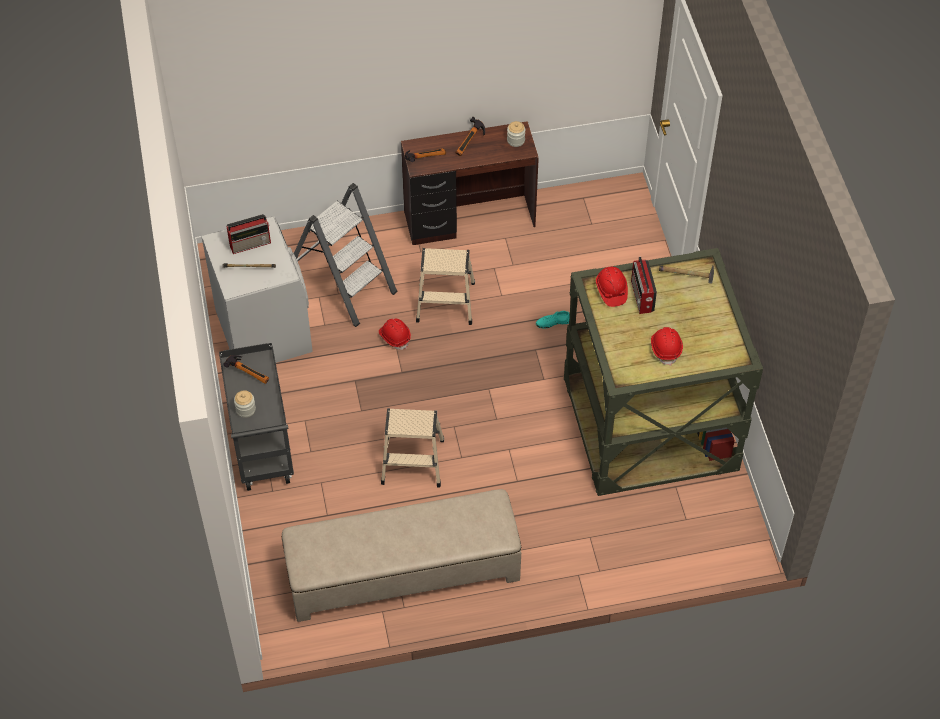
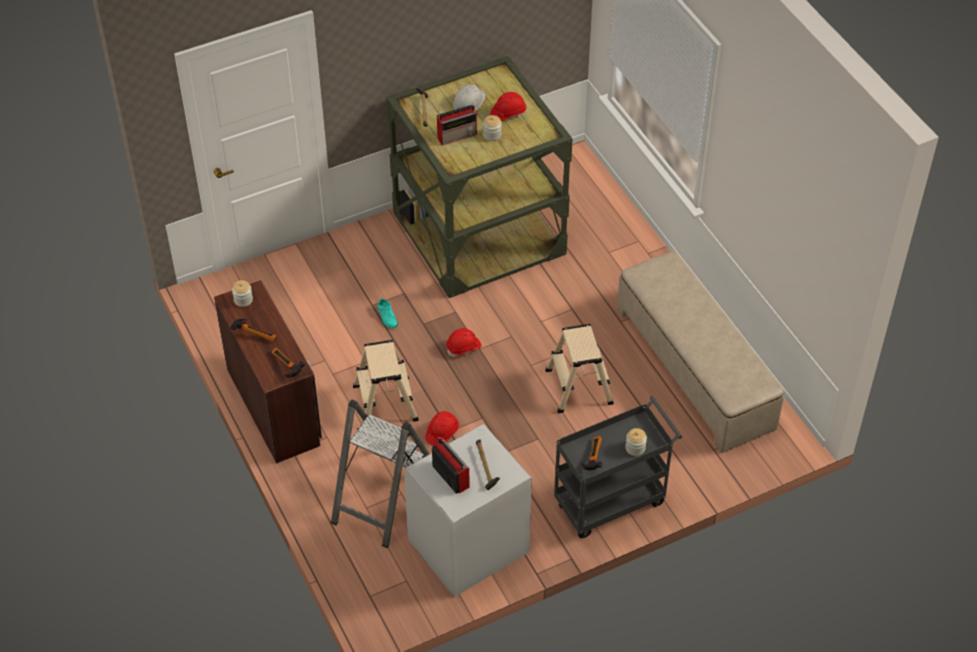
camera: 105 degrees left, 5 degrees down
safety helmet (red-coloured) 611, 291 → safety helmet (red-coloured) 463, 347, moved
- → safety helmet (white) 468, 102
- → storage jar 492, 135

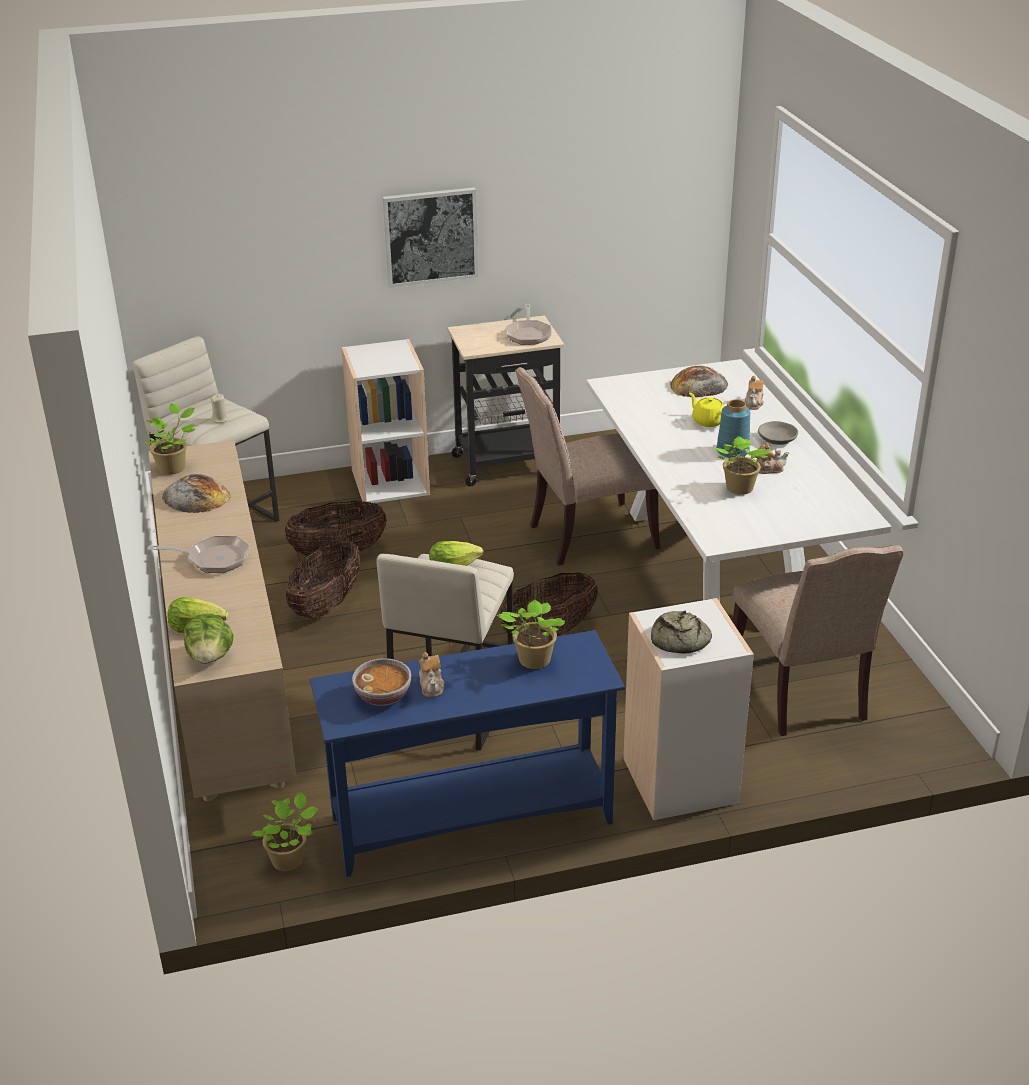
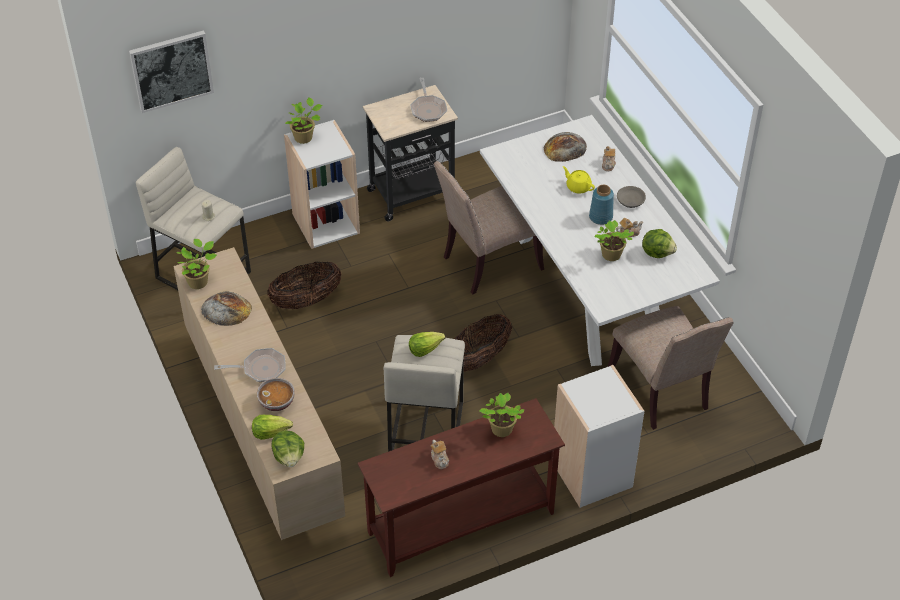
camera: 10 degrees left, 15 degrees up
wall art 430, 236 → wall art 171, 70, moved
basket 326, 605 → -
bread 679, 640 → -
narrow table (bluish) 470, 820 → narrow table (brownish) 460, 523
deep dish 383, 696 → deep dish 277, 402, moved
potted plant 290, 860 → potted plant 305, 137, moved
- → head of lettuce 657, 252

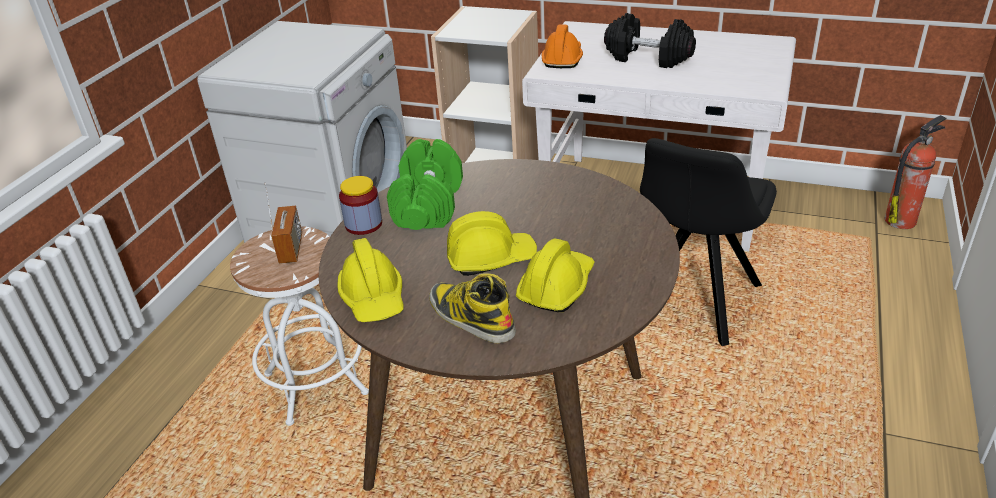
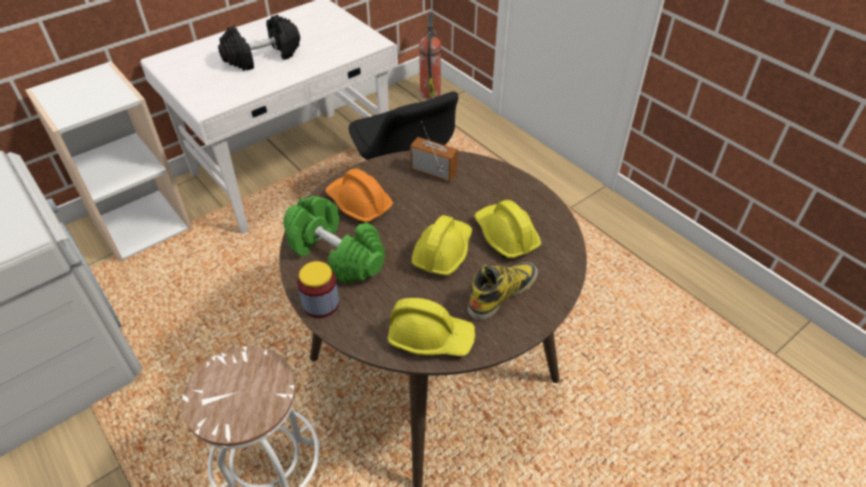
camera: 60 degrees left, 10 degrees up
safety helmet (orange-coloured) 562, 59 → safety helmet (orange-coloured) 358, 204, moved
radio set 291, 249 → radio set 434, 171, moved
boot 470, 318 → boot 502, 293, 150 degrees clockwise

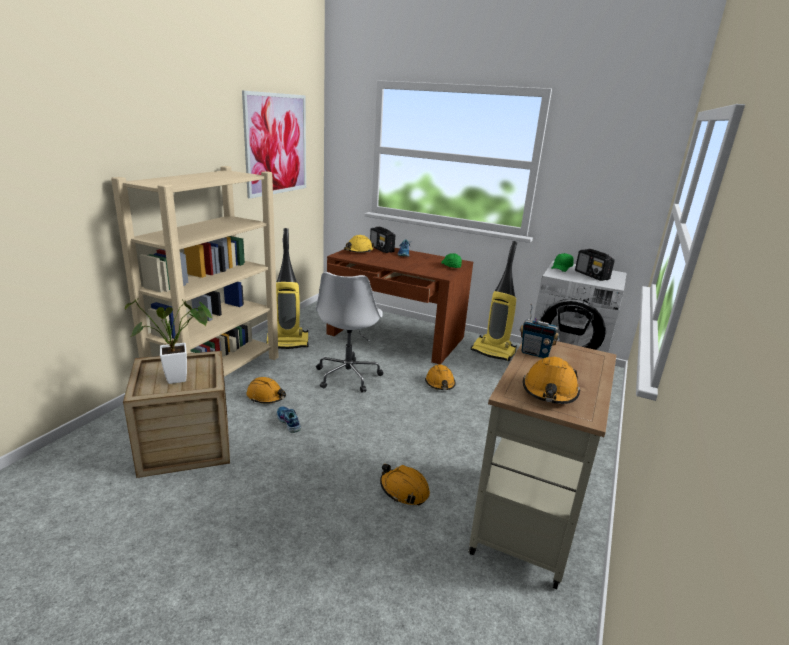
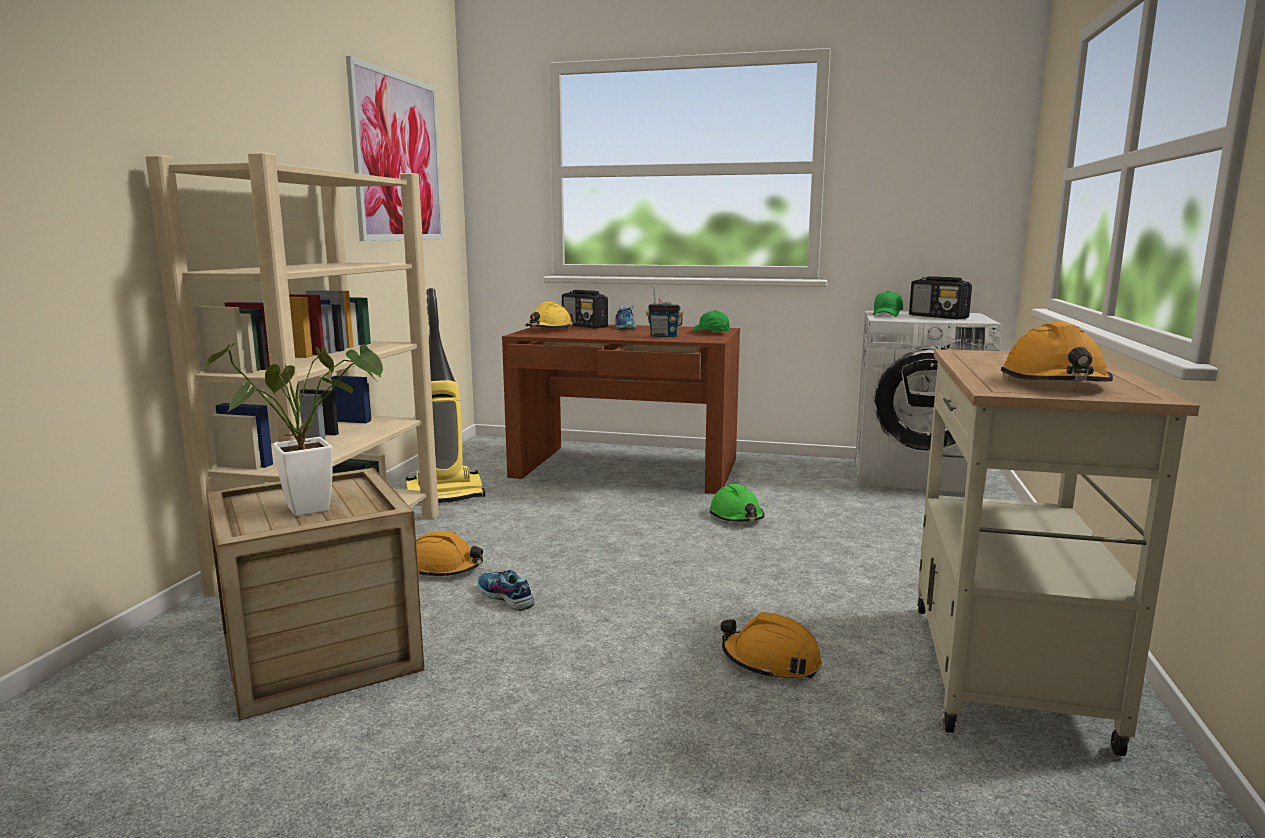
camera: 10 degrees left, 10 degrees down
vacuum 493, 352 → -
computer chair (white) 347, 377 → -
radio set 535, 353 → radio set 664, 336, moved
safety helmet (orange-coloured) 440, 383 → safety helmet (green) 736, 517

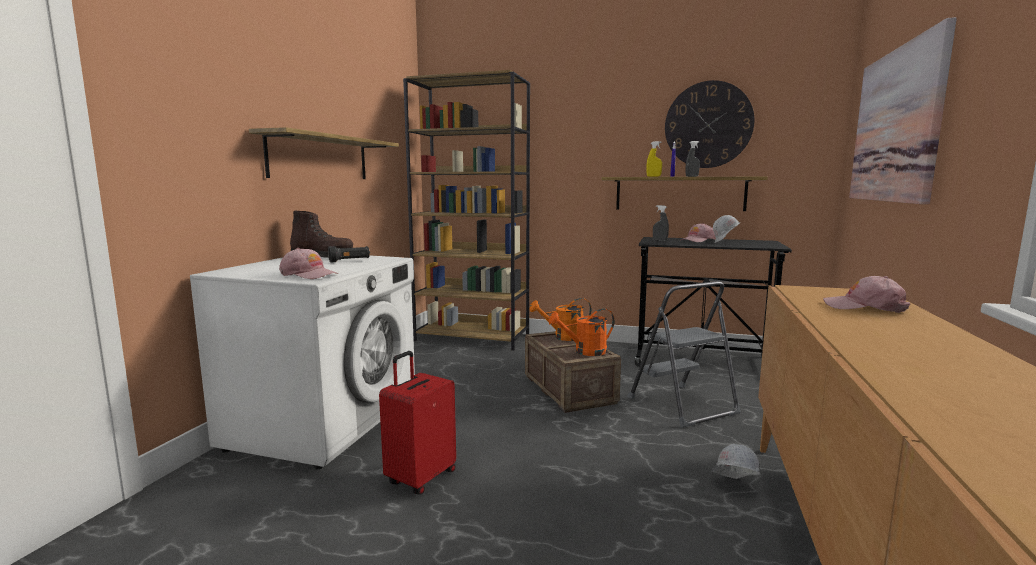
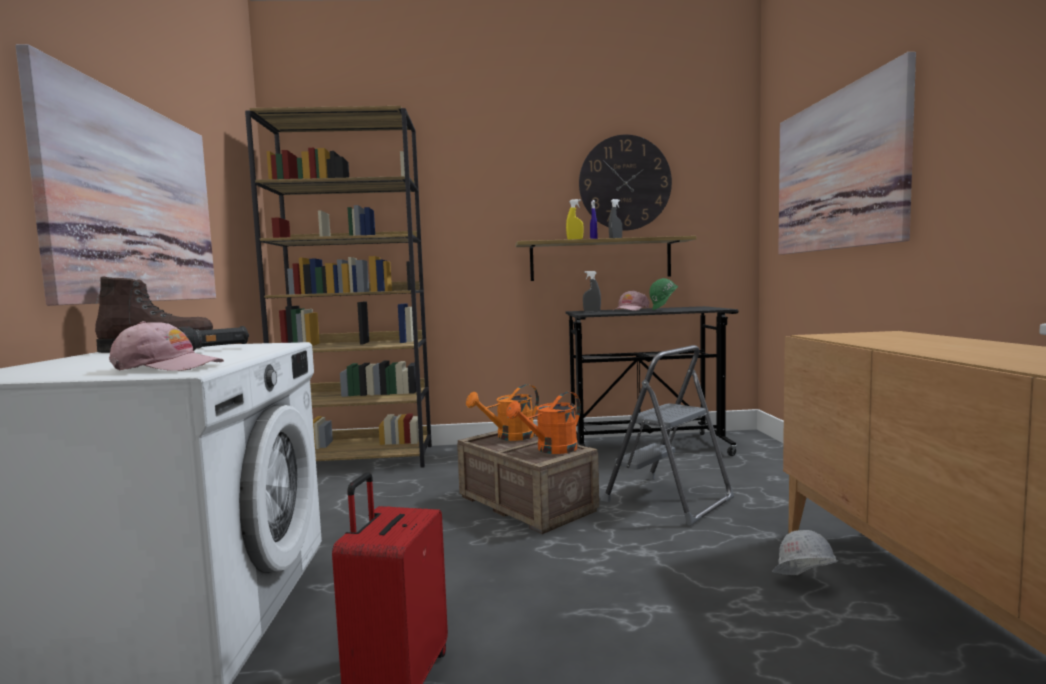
camera: 20 degrees left, 5 degrees down
wall shelf 320, 158 → wall art 135, 202
safety helmet (white) 725, 243 → safety helmet (green) 664, 309
cap (pinkish) 864, 307 → -

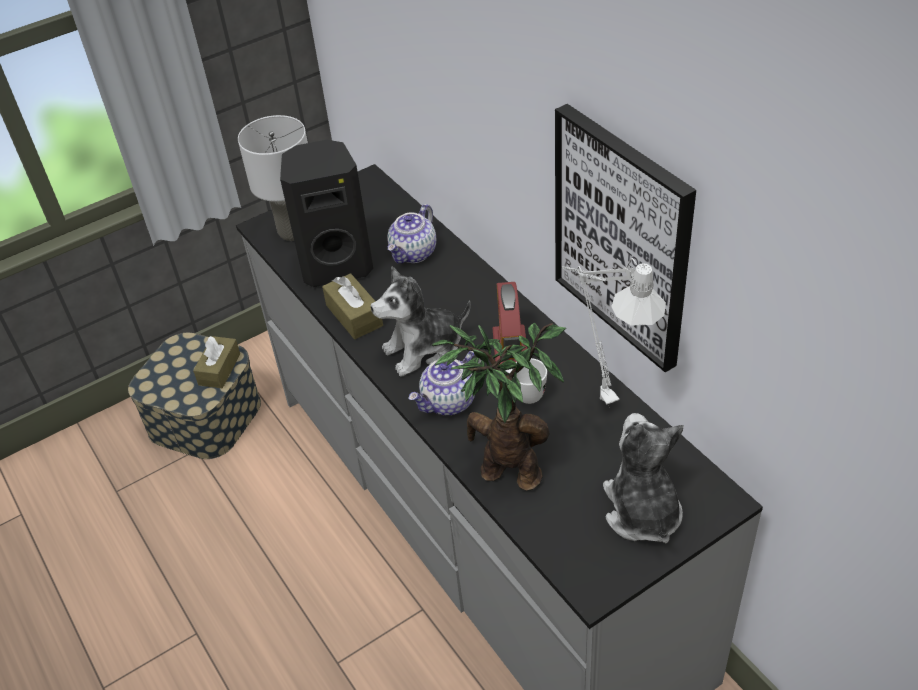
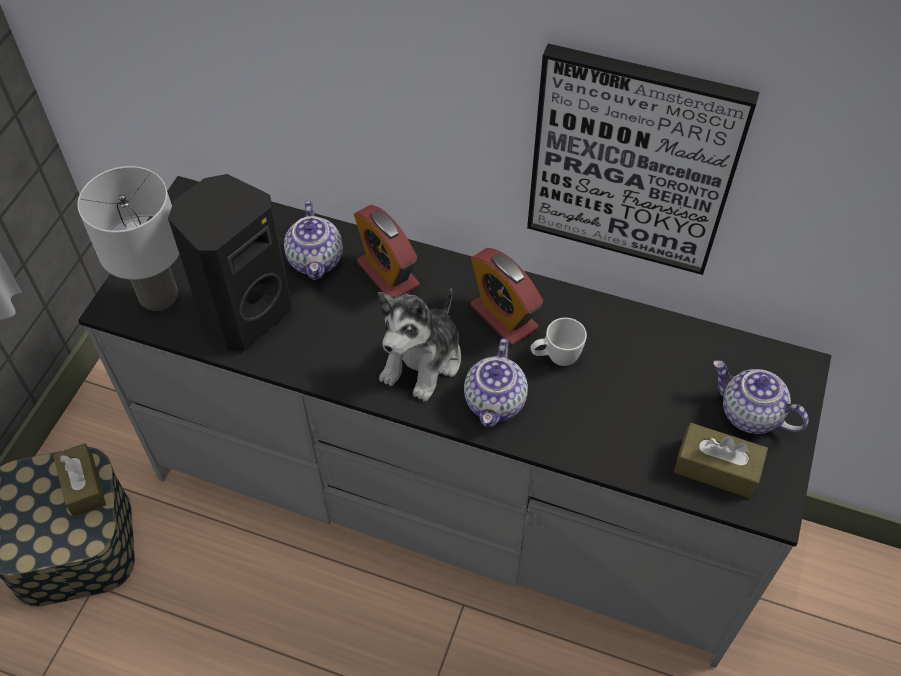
camera: 40 degrees left, 10 degrees up
tabletop lamp (grey) 598, 392 → -
tissue holder (brownish) 354, 315 → tissue holder (brownish) 716, 468, moved
potted plant 505, 469 → -
soft toy 642, 511 → tea pot 749, 414
- → table clock 388, 274

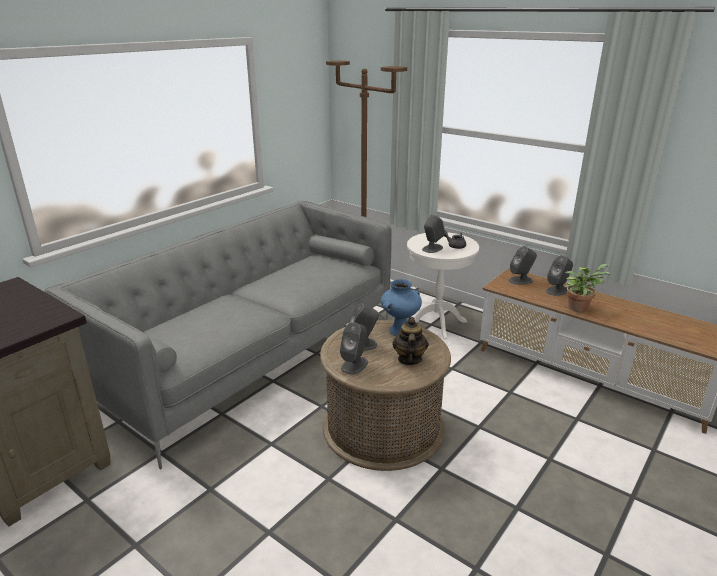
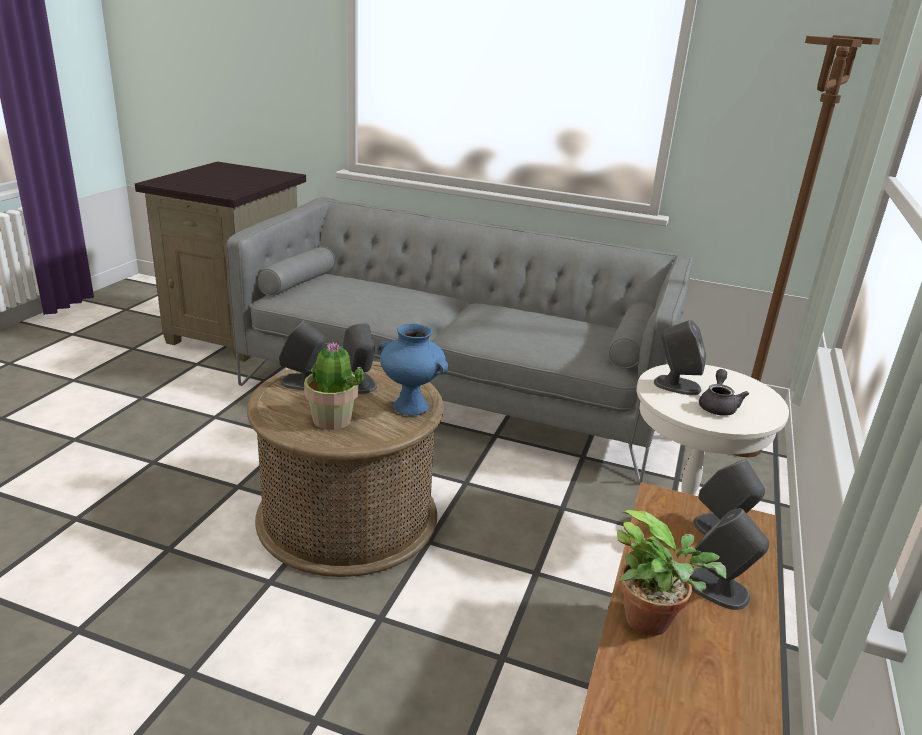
camera: 70 degrees right, 0 degrees up
tea pot 409, 359 → potted plant 332, 420

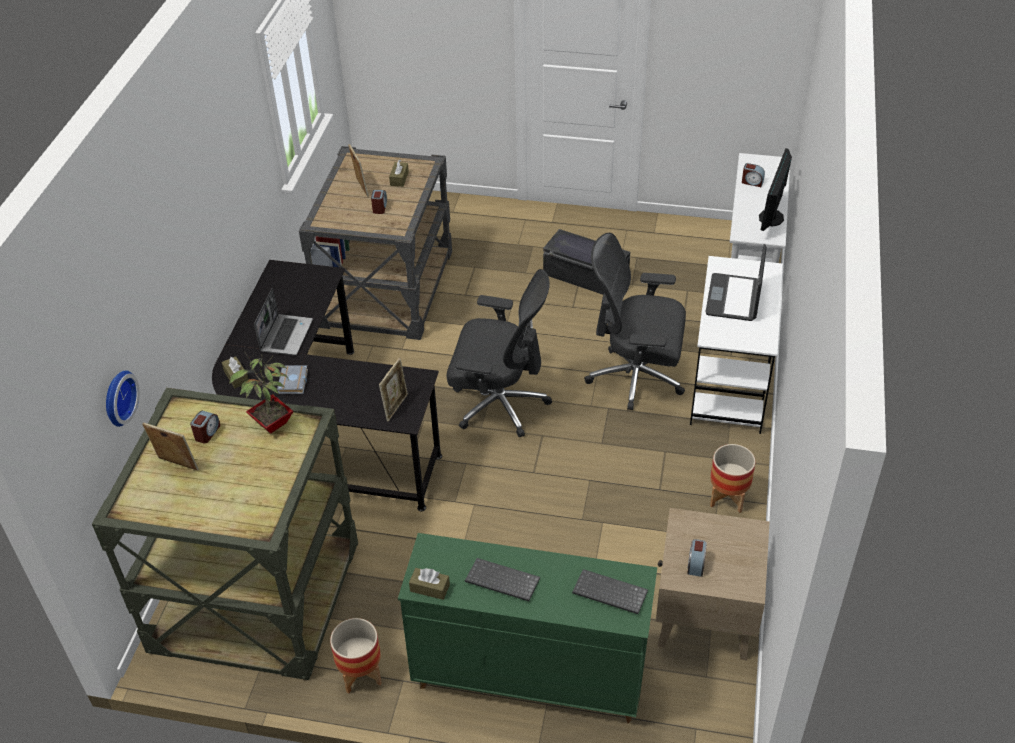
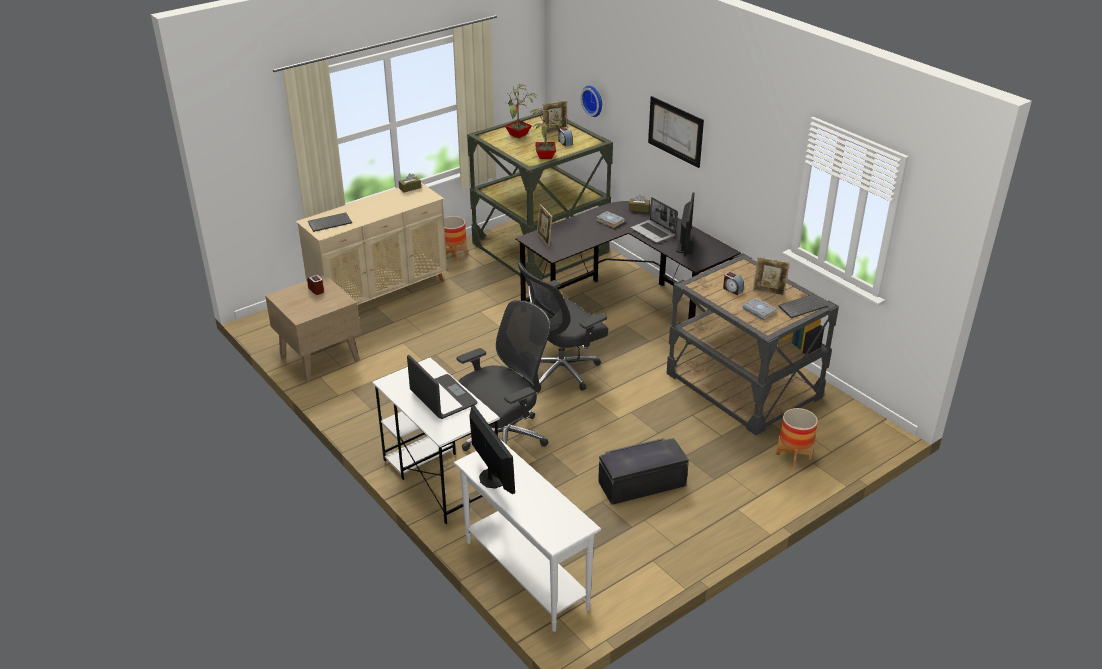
camera: 130 degrees right, 10 degrees down
tissue holder (brownish) 399, 178 → bound book (grey) 760, 311
table clock 752, 182 → -
planter 727, 498 → planter 794, 456, moved
storage cabinet (green) 529, 676 → storage cabinet (beige) 380, 293
keyboard 501, 581 → keyboard 802, 306, moved
- → potted plant 519, 135
- → wall art 675, 131
- → monitor 685, 247

